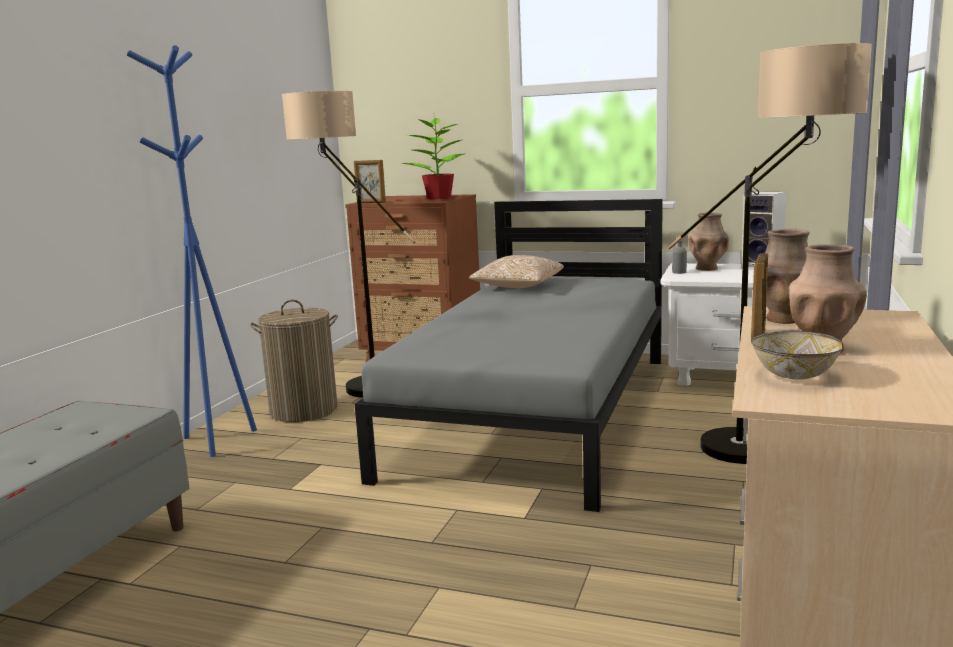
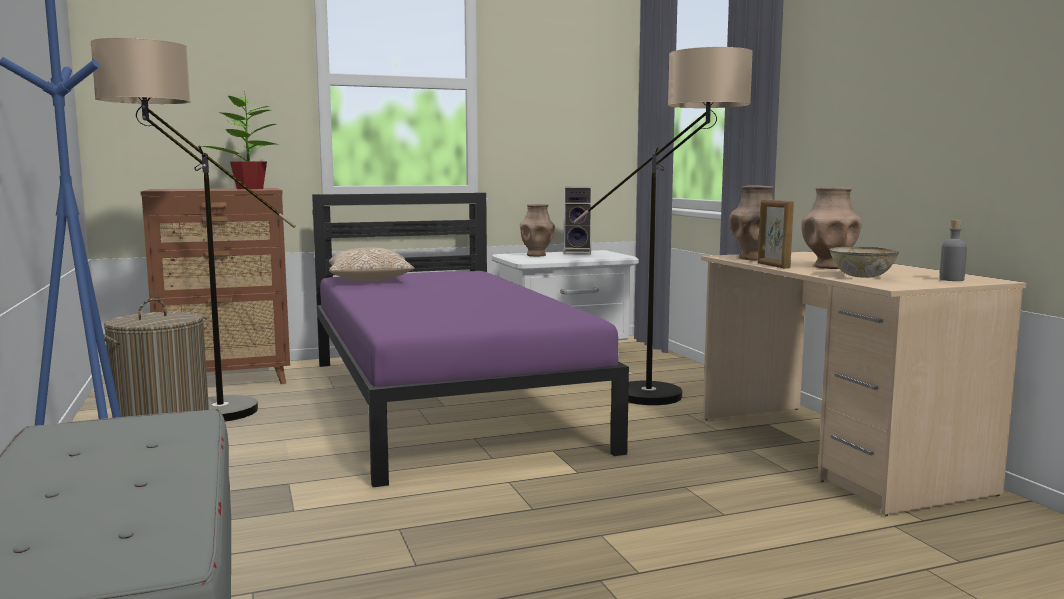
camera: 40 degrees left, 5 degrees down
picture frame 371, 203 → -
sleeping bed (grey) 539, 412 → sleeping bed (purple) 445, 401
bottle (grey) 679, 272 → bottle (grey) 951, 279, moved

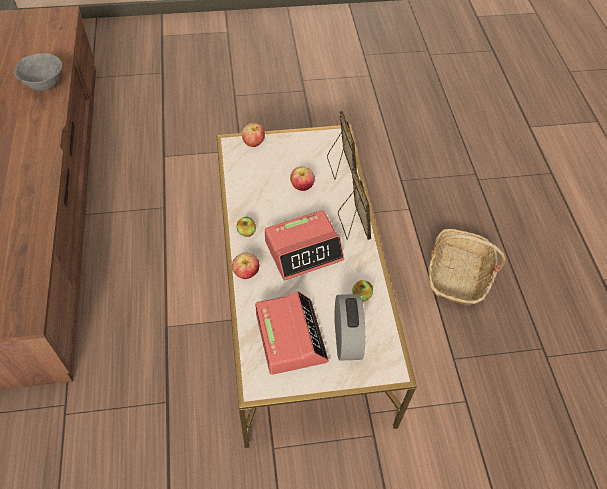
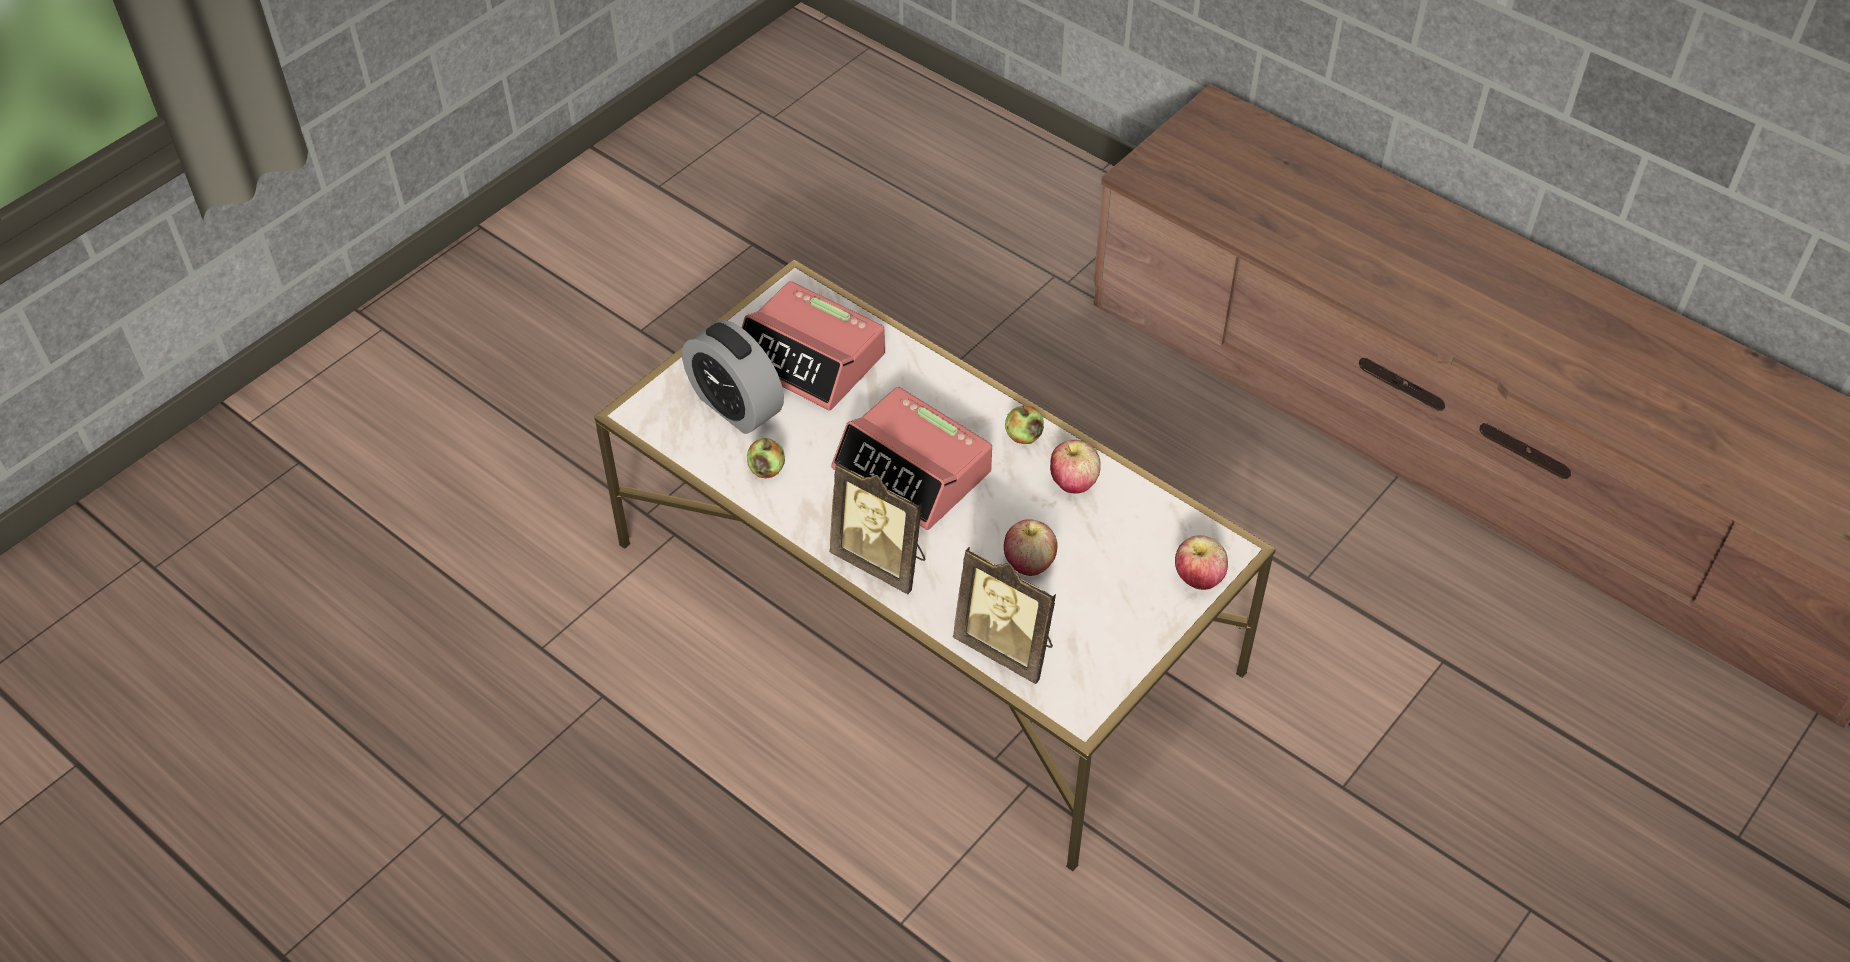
camera: 140 degrees right, 5 degrees down
deep dish (grey) 44, 85 → -
table clock 304, 250 → table clock 913, 471, 75 degrees counterclockwise
basket 457, 275 → -
apple 246, 273 → apple 1073, 483, moved

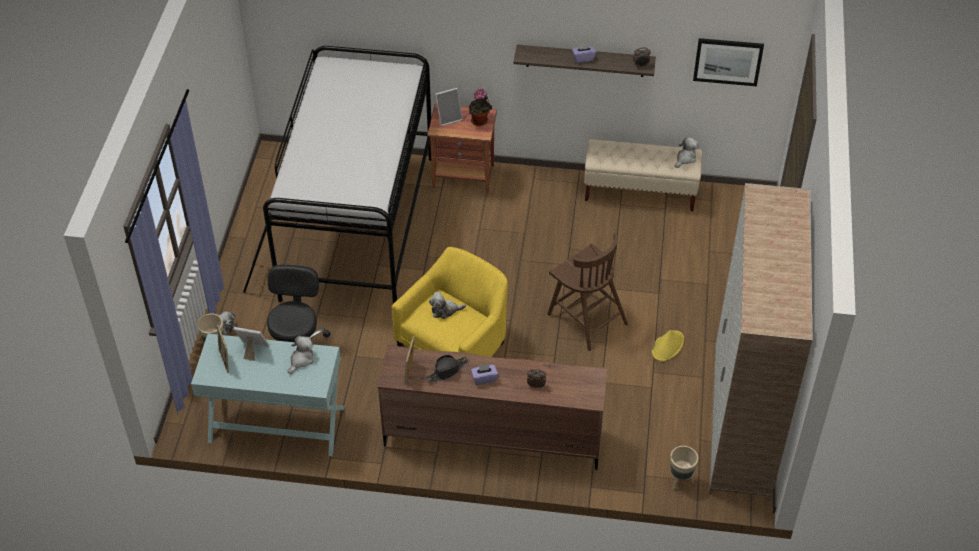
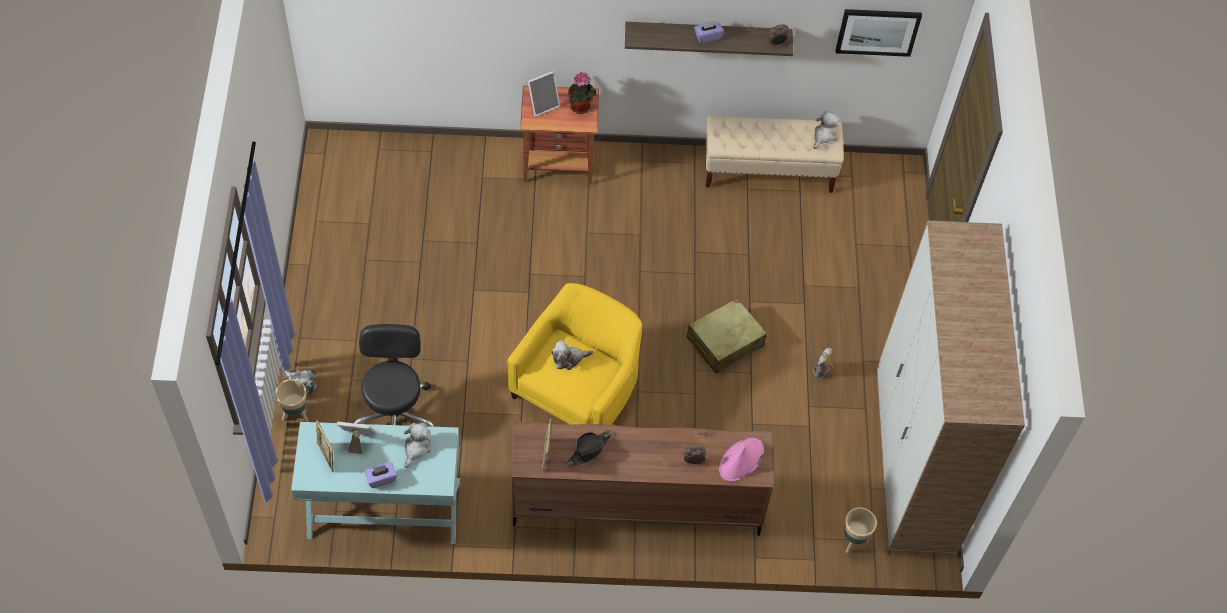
camera: 10 degrees left, 10 degrees up
sleeping bed (blackish) 355, 228 → -
upright chair (brownish) 586, 318 → piece of luggage (beige) 724, 342
hat (yellowish) 667, 346 → soft toy 821, 372
tissue holder (purple) 484, 378 → tissue holder (purple) 381, 478, moved
- → hat (pinkish) 741, 460

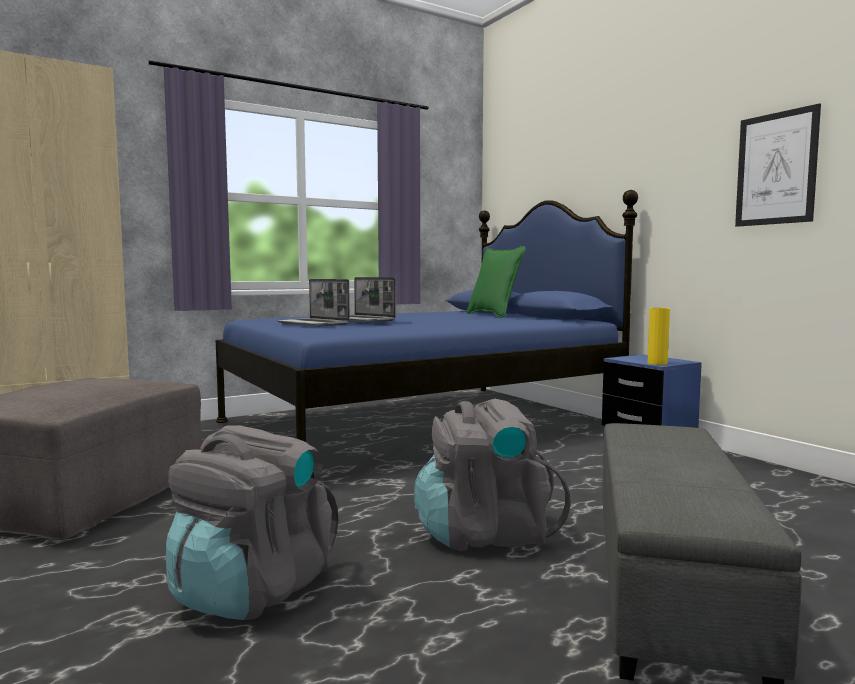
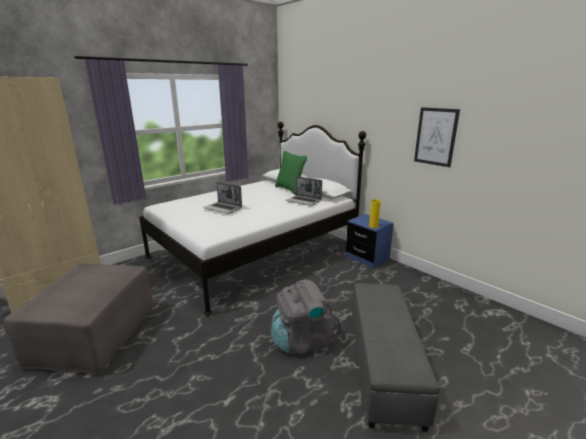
camera: 10 degrees left, 15 degrees up
sleeping bed (bluish) 420, 425 → sleeping bed (white) 255, 252
laptop 314, 324 → laptop 304, 201, moved
backpack (grey) 252, 589 → -

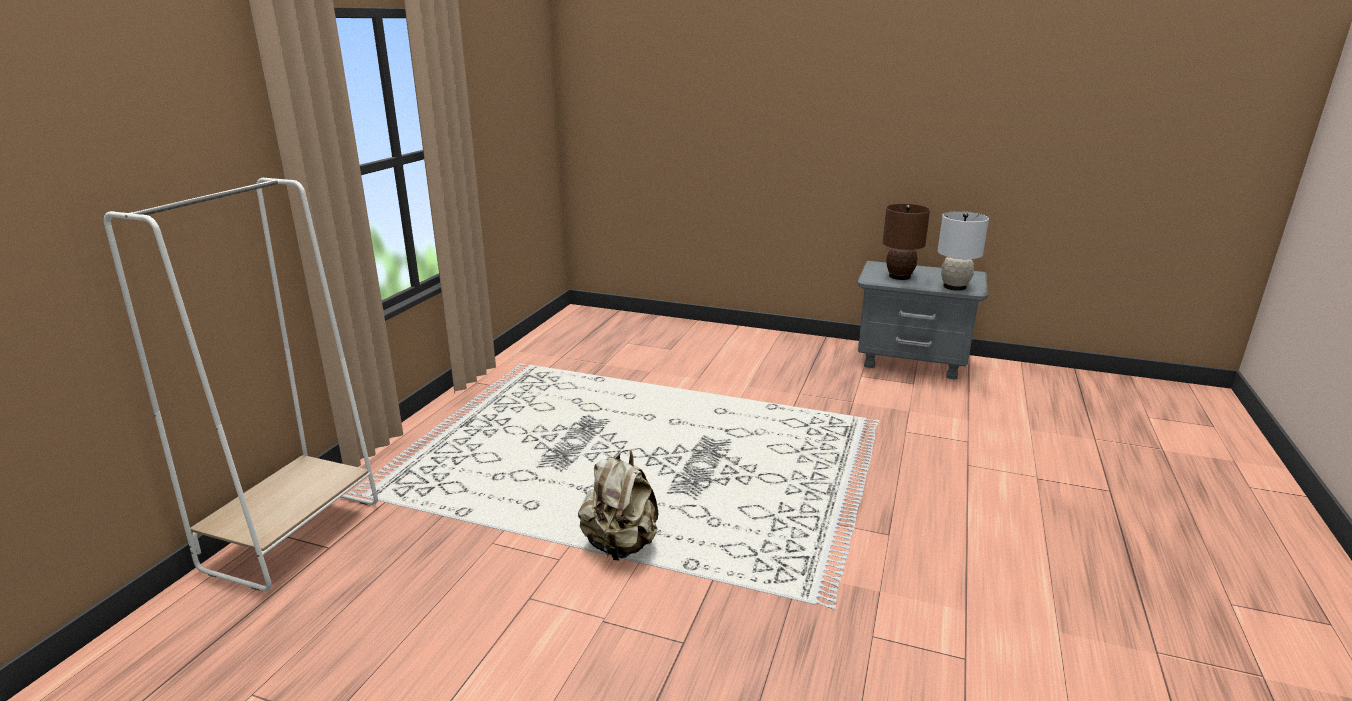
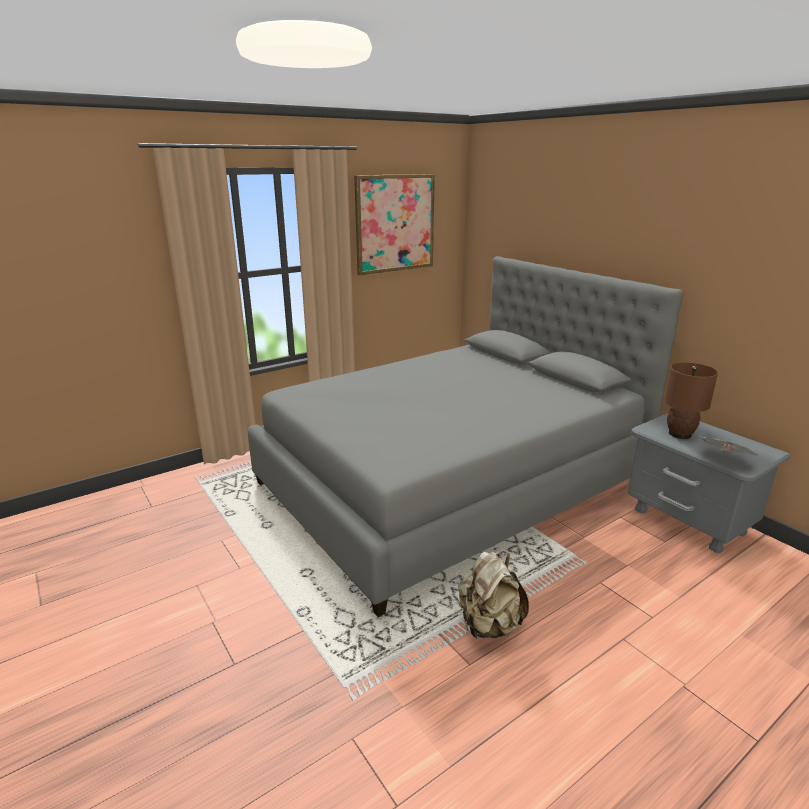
camera: 35 degrees right, 0 degrees up
garment stand 293, 536 → -
tabletop lamp (white) 954, 287 → newspaper 724, 459
backpack (beige) 620, 545 → backpack (beige) 489, 625, moved
- → wall art 395, 223
- → sleeping bed (grey) 452, 482

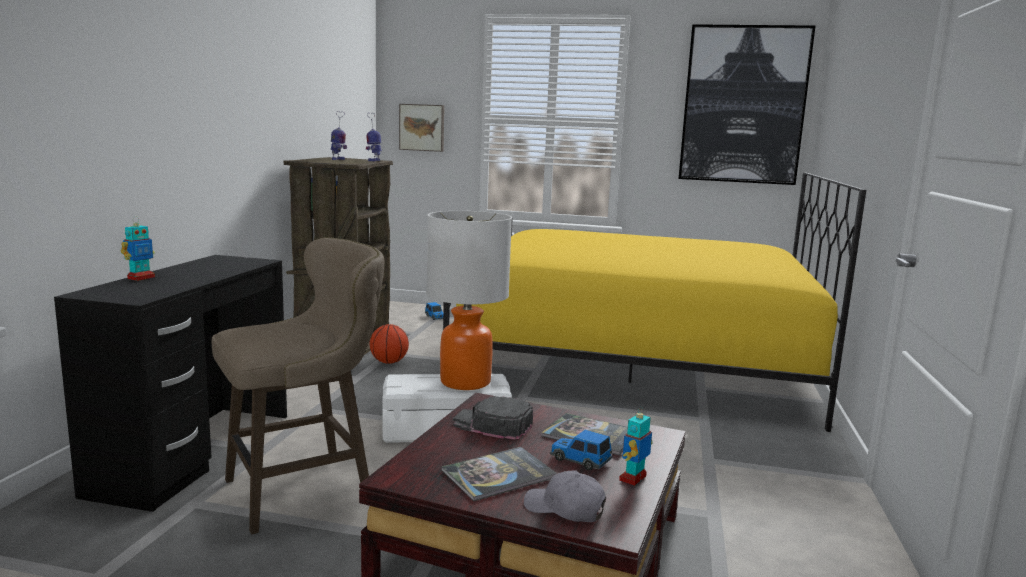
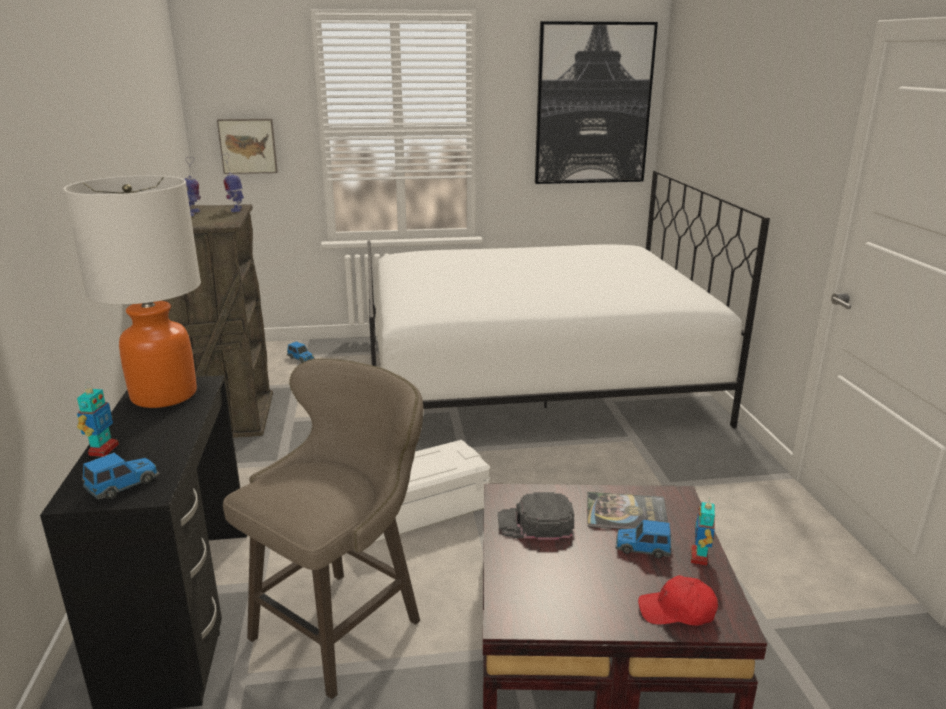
camera: 20 degrees left, 10 degrees up
sleeping bed (yellowish) 635, 362 → sleeping bed (white) 533, 380
tabletop lamp 465, 382 → tabletop lamp 163, 395, moved
basketball ball 388, 362 → -
bound book 498, 474 → -
cap (grey) 565, 509 → cap (red-coloured) 677, 611
- → miniature car 123, 485

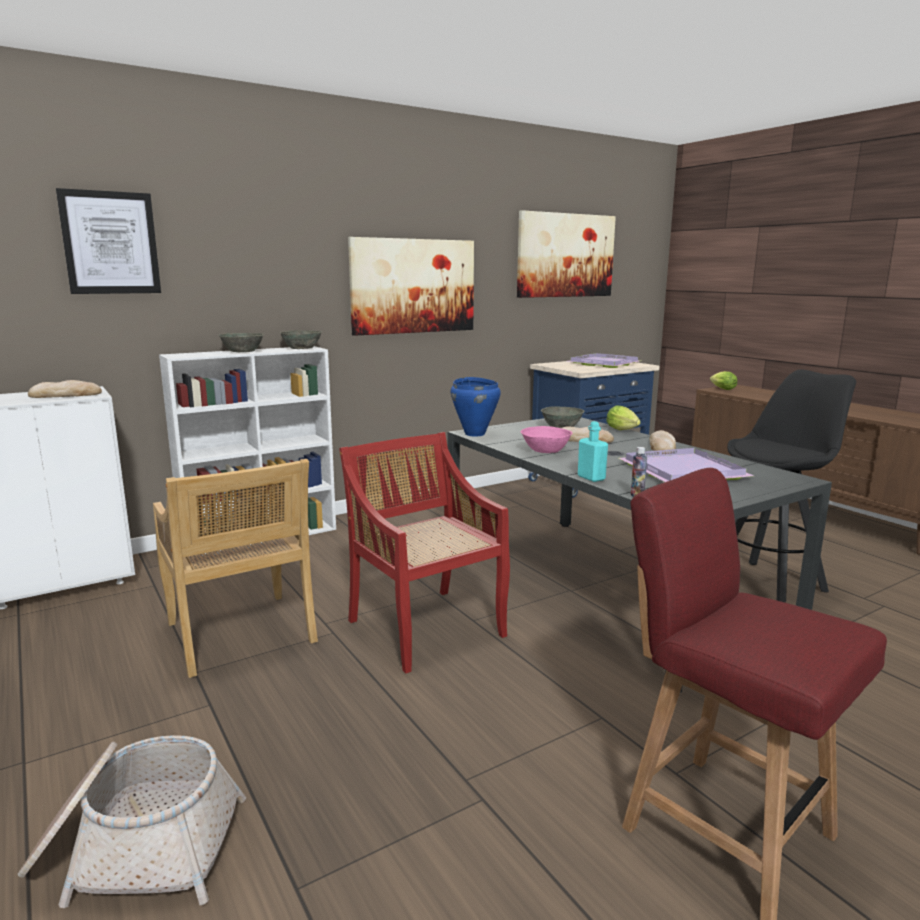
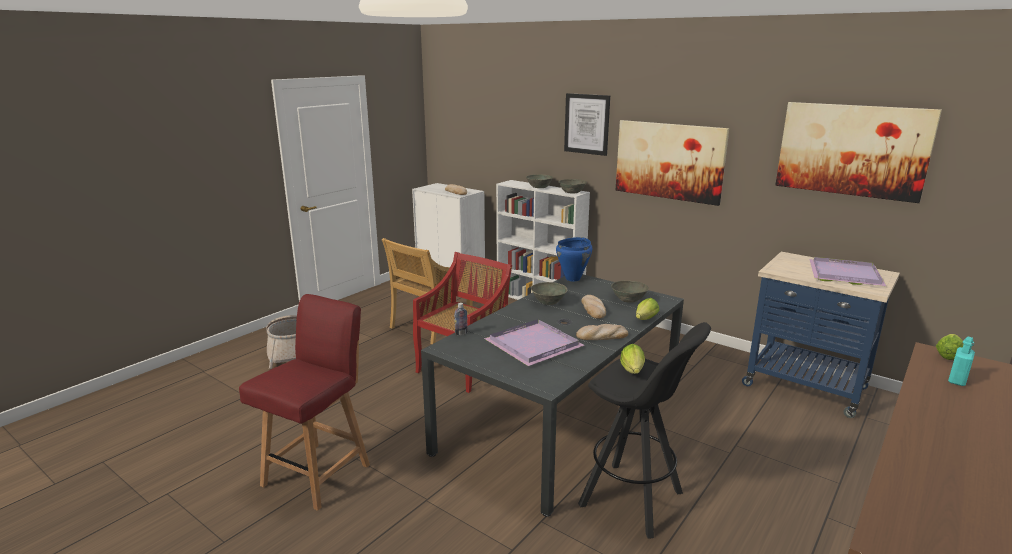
camera: 70 degrees right, 5 degrees up
wall art 110, 243 → wall art 587, 124, moved
bottle (turquoise) 591, 478 → bottle (turquoise) 957, 380, moved
deep dish (pinkish) 546, 451 → deep dish (grey) 548, 301
- → head of lettuce 633, 372

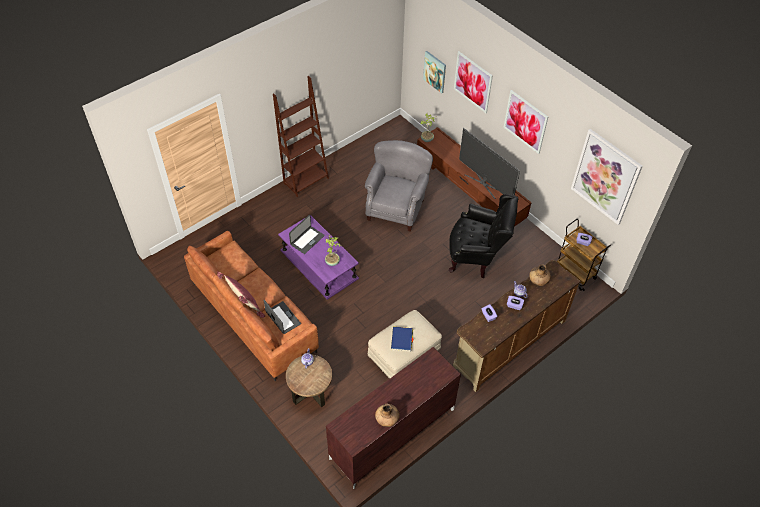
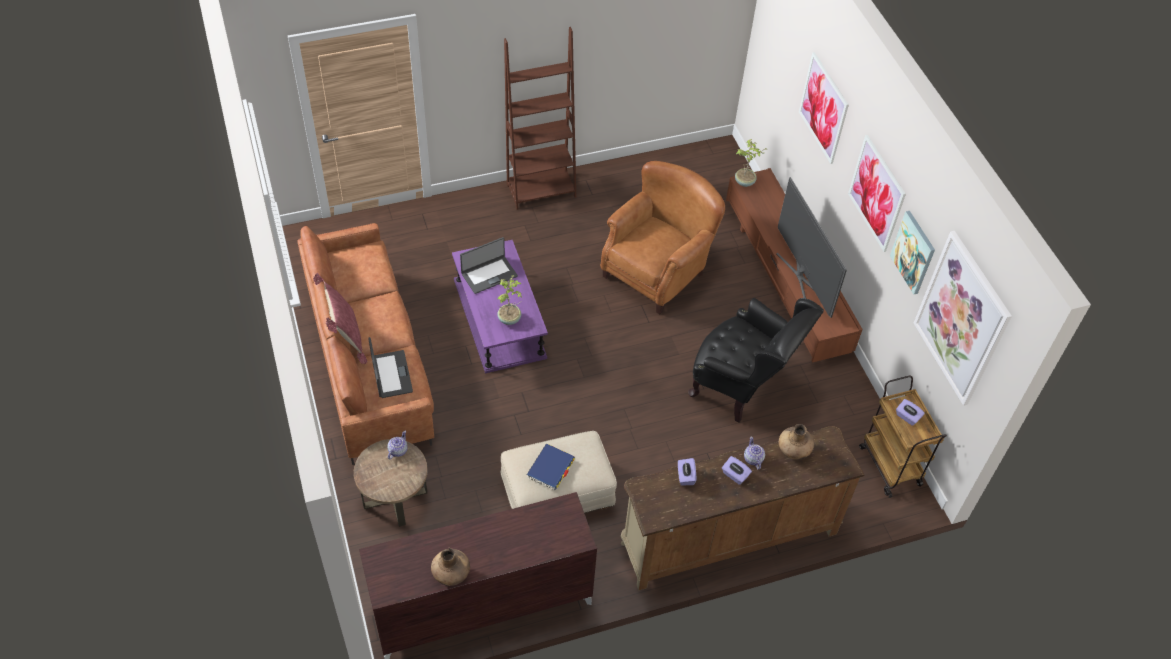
camera: 20 degrees right, 0 degrees up
wall art 435, 71 → wall art 913, 252, moved
easy chair (grey) 396, 207 → easy chair (brownish) 657, 271

